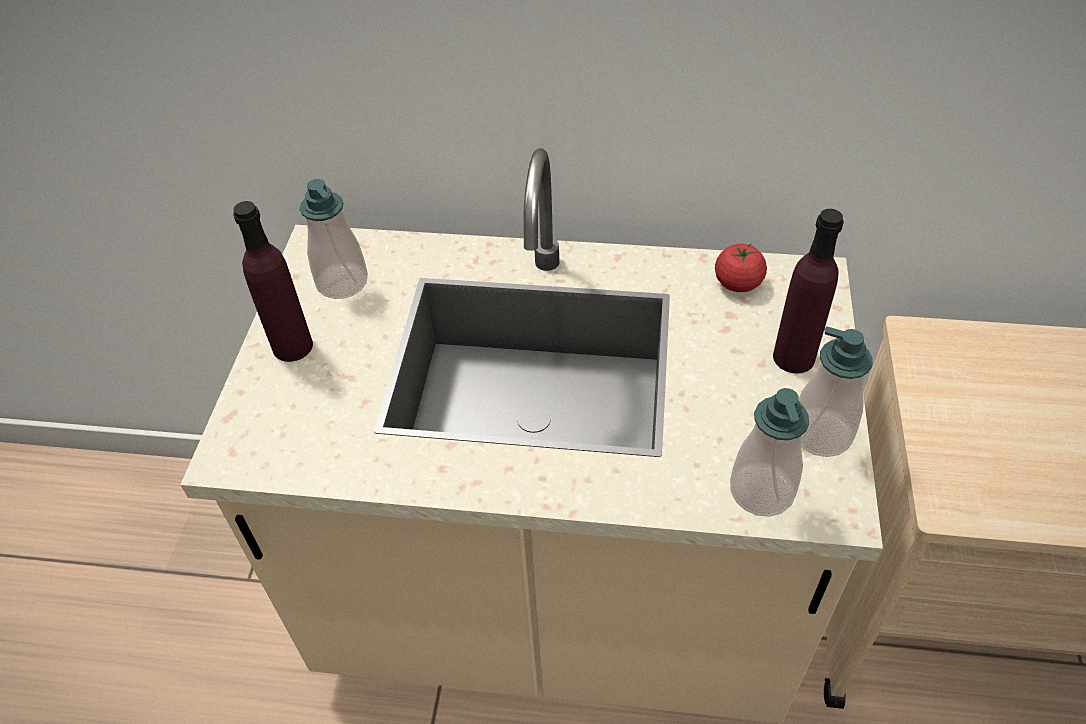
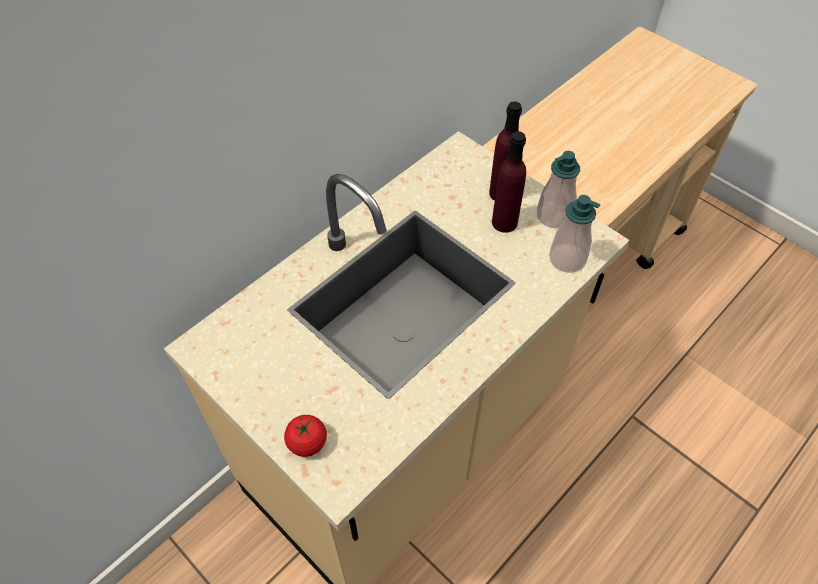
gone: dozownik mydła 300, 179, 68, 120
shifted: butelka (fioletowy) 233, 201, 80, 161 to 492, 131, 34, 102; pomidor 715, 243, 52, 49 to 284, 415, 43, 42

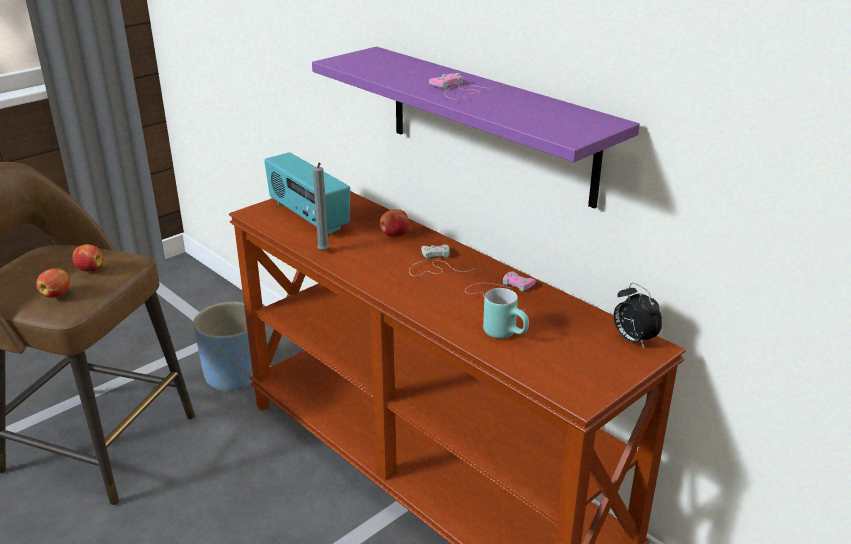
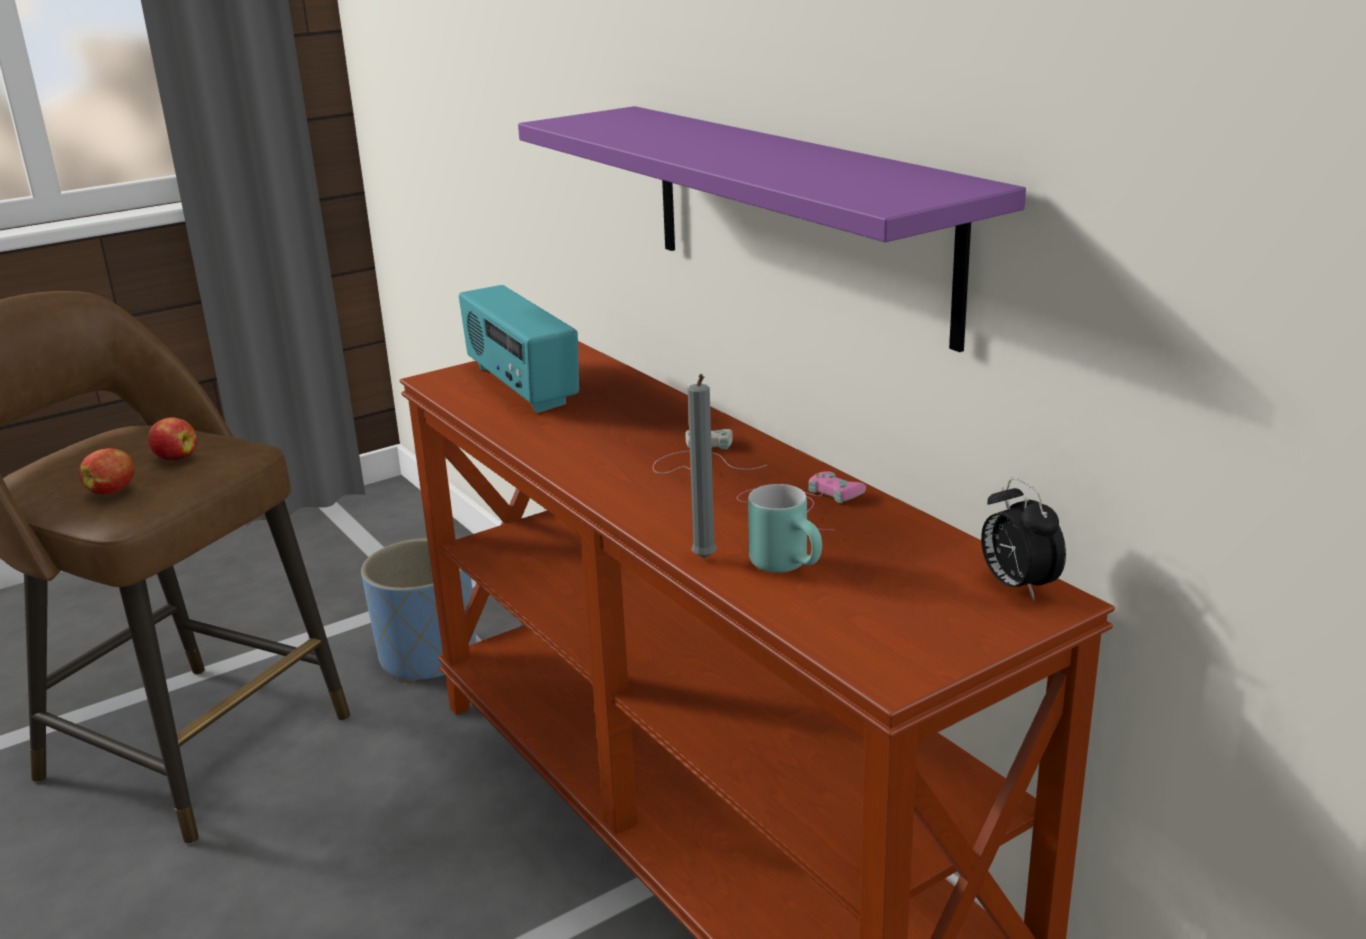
gone: jabłko 380, 209, 30, 28; pad do gier (różowy) 429, 73, 75, 27
shifted: świeca (szary) 313, 162, 16, 89 to 688, 374, 29, 185

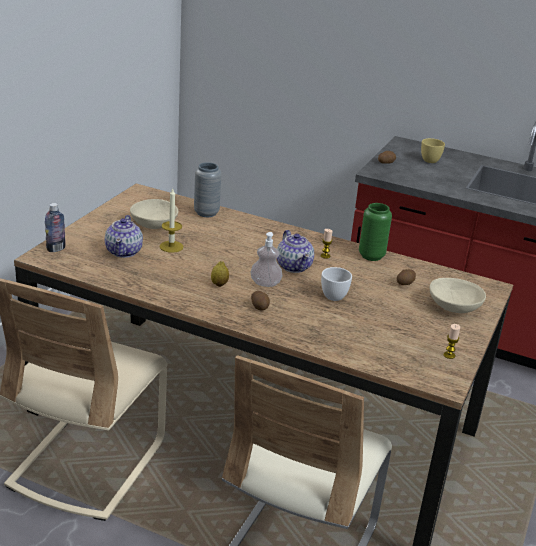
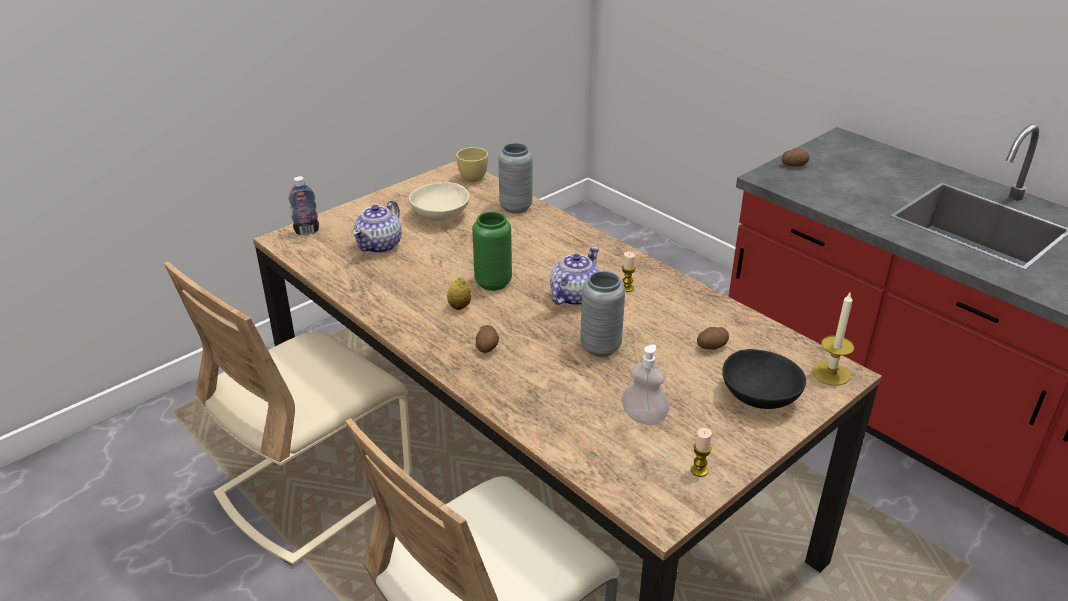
shifted: świeca 160, 189, 23, 64 to 812, 293, 42, 93; dozownik mydła 251, 232, 31, 55 to 621, 344, 48, 81; wazon (zielony) 359, 203, 33, 58 to 472, 212, 40, 79; filiżanka (żółty) 421, 138, 24, 25 to 456, 147, 32, 35
swapped: filiżanka (biały) 321, 267, 31, 34 to wazon (szary) 580, 271, 45, 86
repainted: miska (beżowy) 430, 278, 56, 35 to miska (czarny) 722, 349, 84, 60
rotated: imbryk 277, 230, 37, 43 = 550, 247, 49, 59 150 degrees counterclockwise

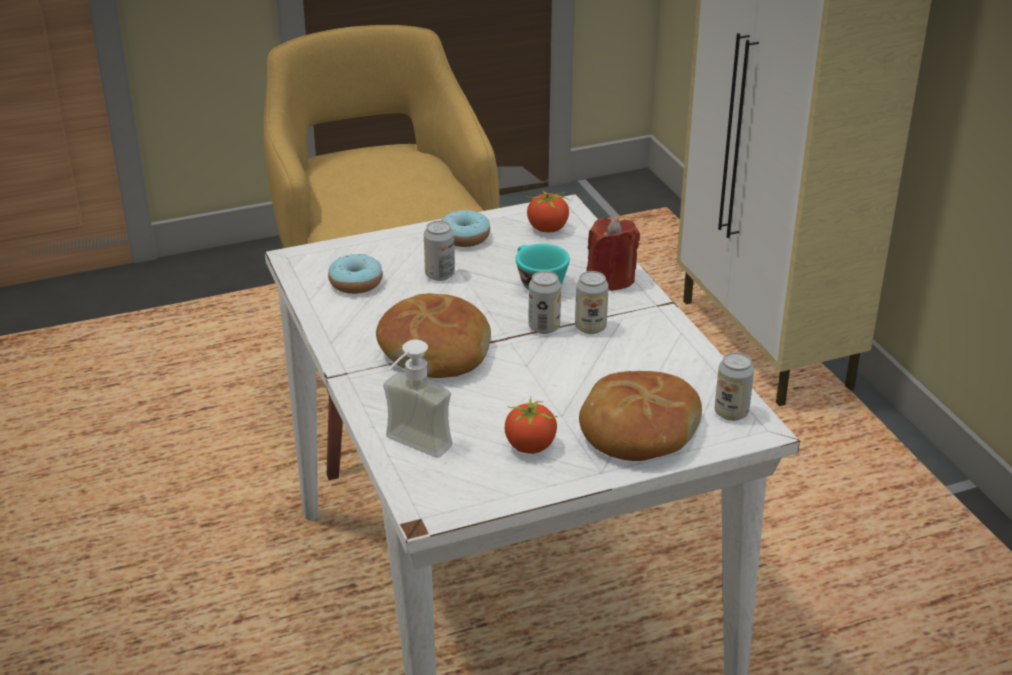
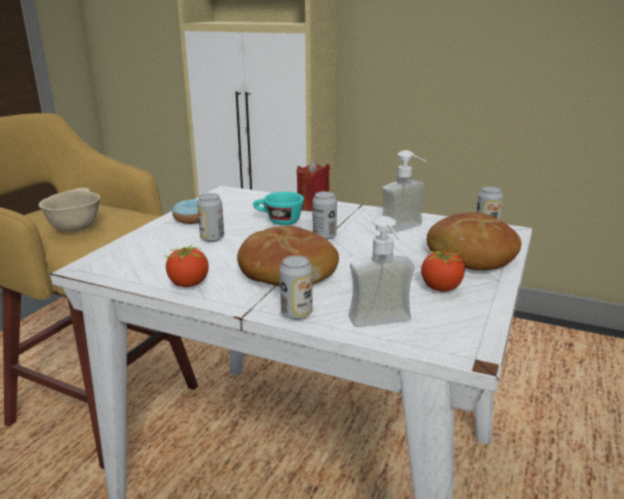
gone: donut 328, 254, 55, 40
new: miska (beżowy) 39, 188, 61, 44; dozownik mydła 382, 150, 45, 83
shifted: pomidor 525, 190, 45, 42 to 164, 245, 45, 42; puszka 575, 271, 34, 63 to 280, 255, 32, 65

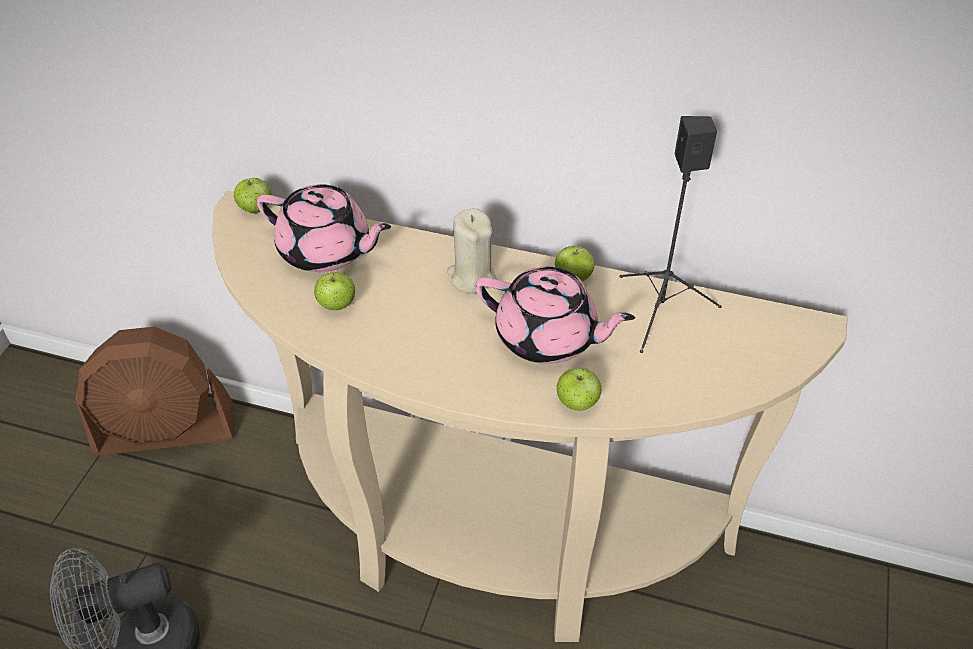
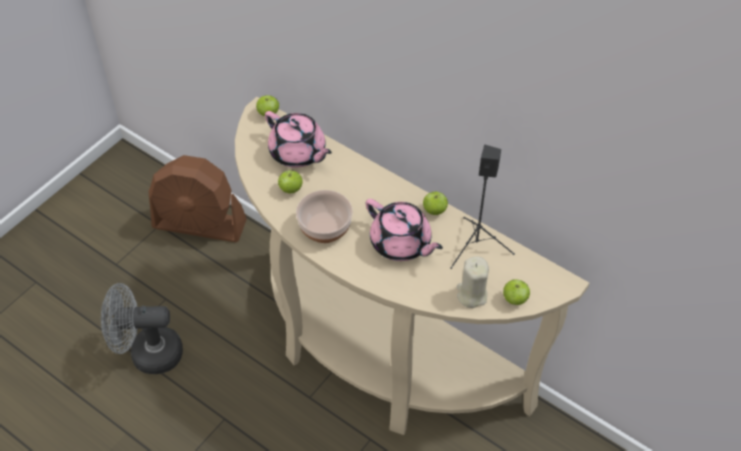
new: miska 296, 190, 57, 53
shifted: świeca (beżowy) 447, 208, 49, 86 to 457, 256, 32, 52; jabłko 557, 368, 44, 43 to 503, 280, 27, 25

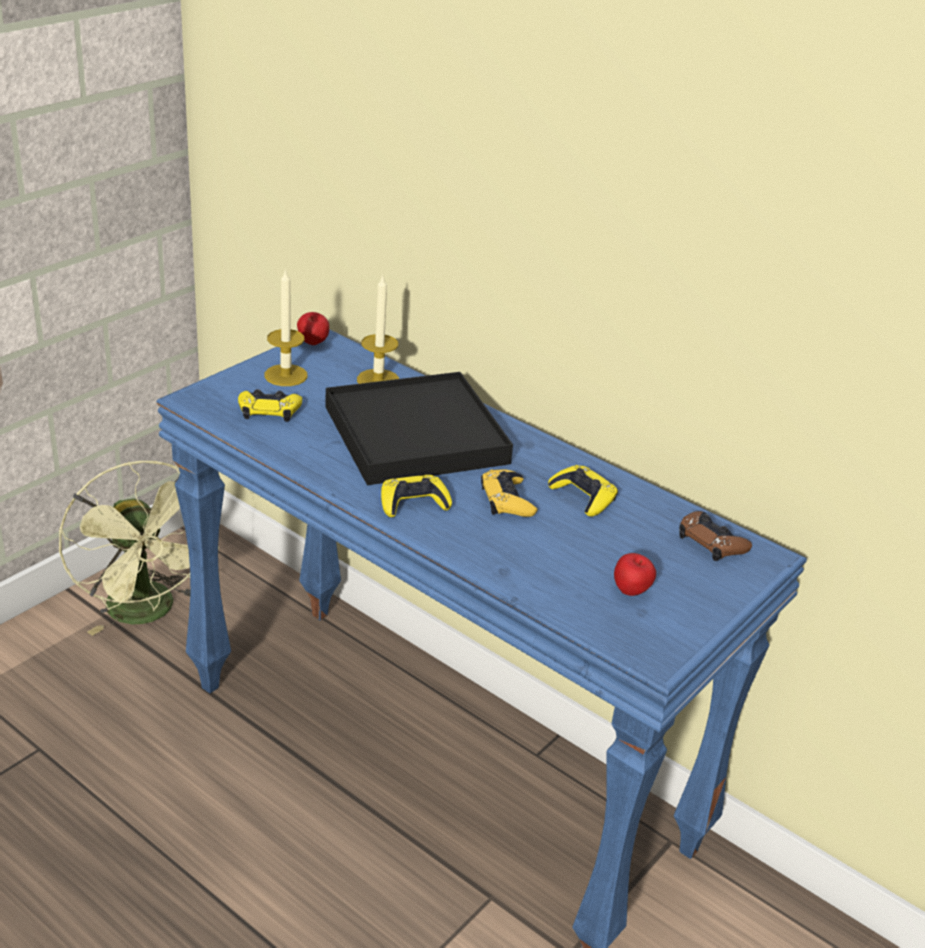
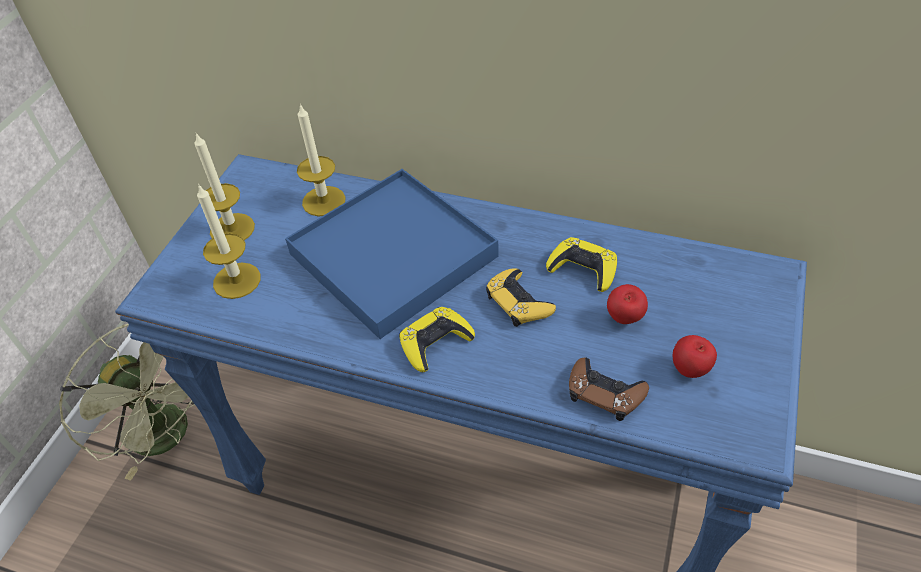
shifted: jabłko 297, 312, 32, 33 to 607, 284, 41, 40; pad do gier (brązowy) 679, 511, 73, 50 to 569, 357, 80, 64
swapped: pad do gier (żółty) 238, 389, 64, 33 to świeca 197, 184, 64, 115
repainted: taca (czarny) 325, 372, 188, 113 to taca (niebieski) 285, 169, 214, 170

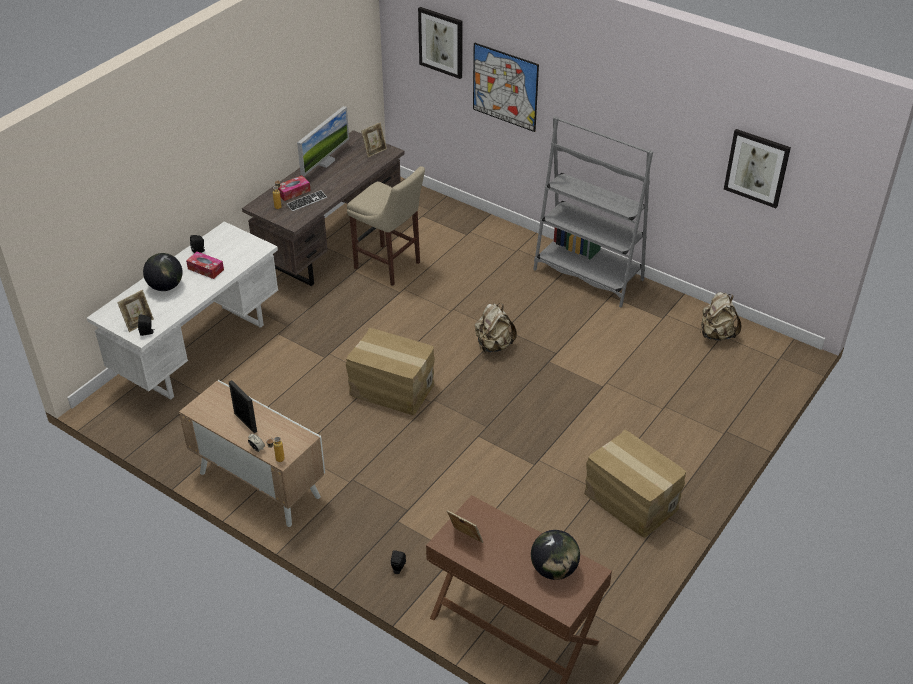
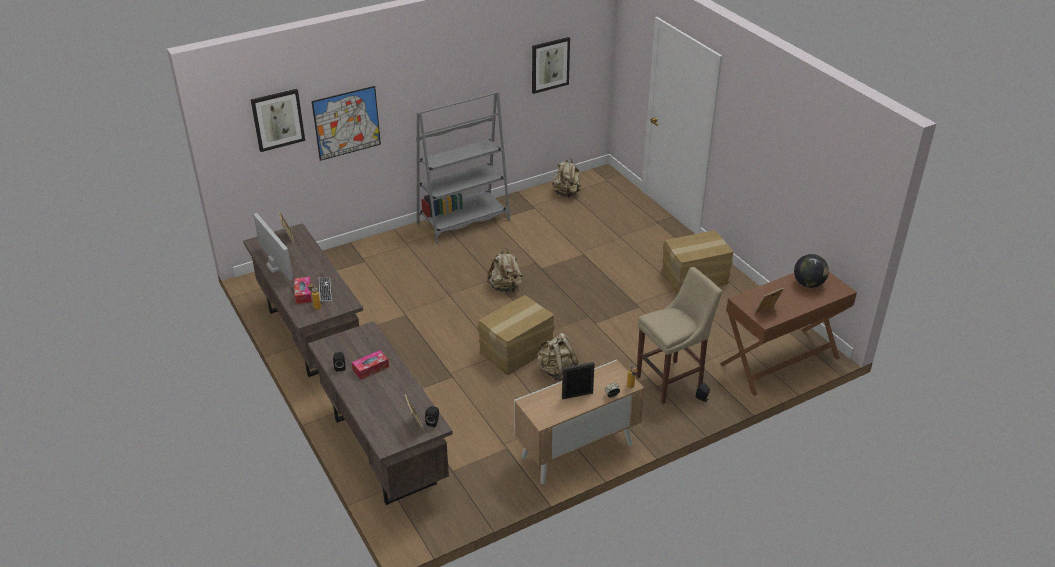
gone: globus 143, 253, 40, 38
new: plecak (beżowy) 536, 333, 43, 48
shifted: stołek (beżowy) 347, 166, 78, 120 to 636, 267, 86, 137
repainted: biurko (biały) 87, 221, 191, 179 to biurko (brązowy) 308, 321, 145, 184

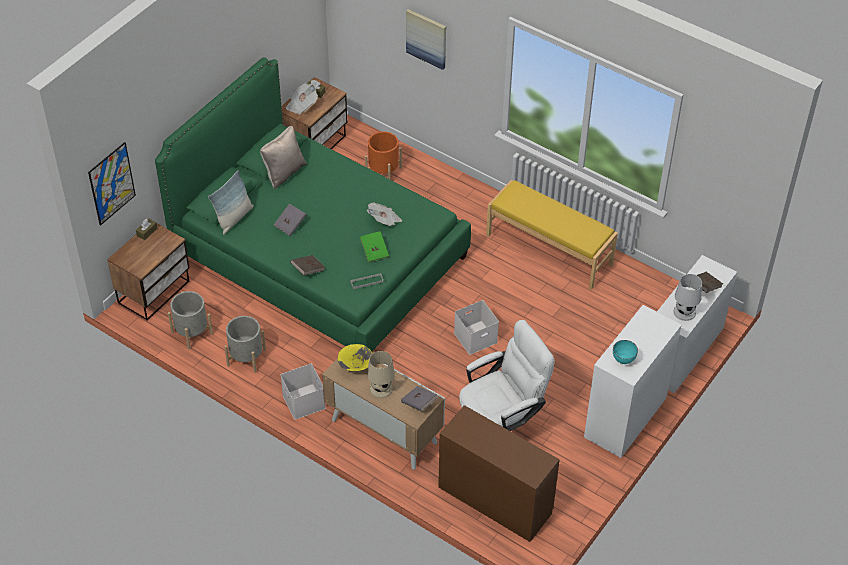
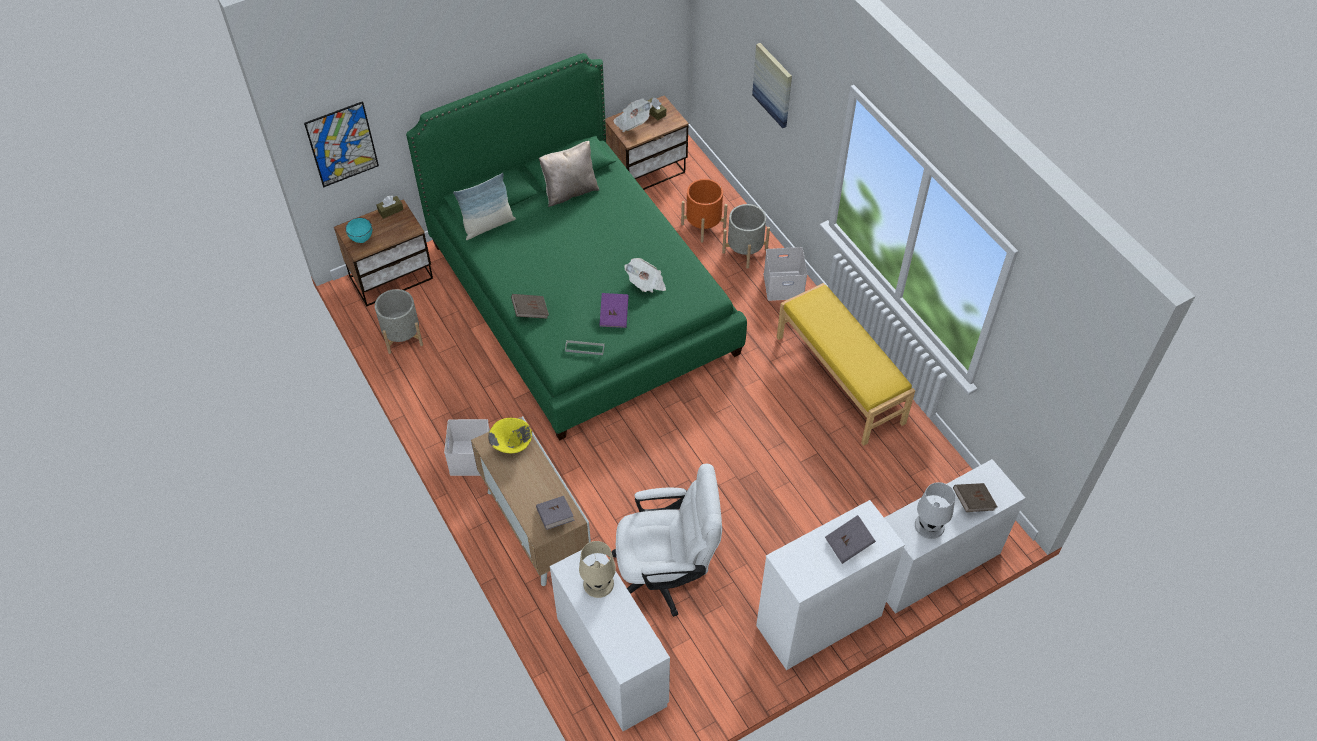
shifted: donica (szary) 224, 316, 42, 57 to 722, 204, 48, 65; książka (szary) 274, 203, 32, 33 to 825, 515, 51, 49; lampa stołowa (beżowy) 367, 351, 28, 47 to 579, 541, 37, 57; pojemnik do przechowywania (biały) 454, 300, 45, 55 to 764, 247, 43, 54; miska (turkusowy) 613, 340, 25, 24 to 345, 218, 27, 25
repainted: książka (zielony) 360, 231, 29, 32 to książka (fioletowy) 600, 293, 29, 35; biurko (brązowy) 438, 405, 122, 137 to biurko (biały) 550, 550, 120, 181

